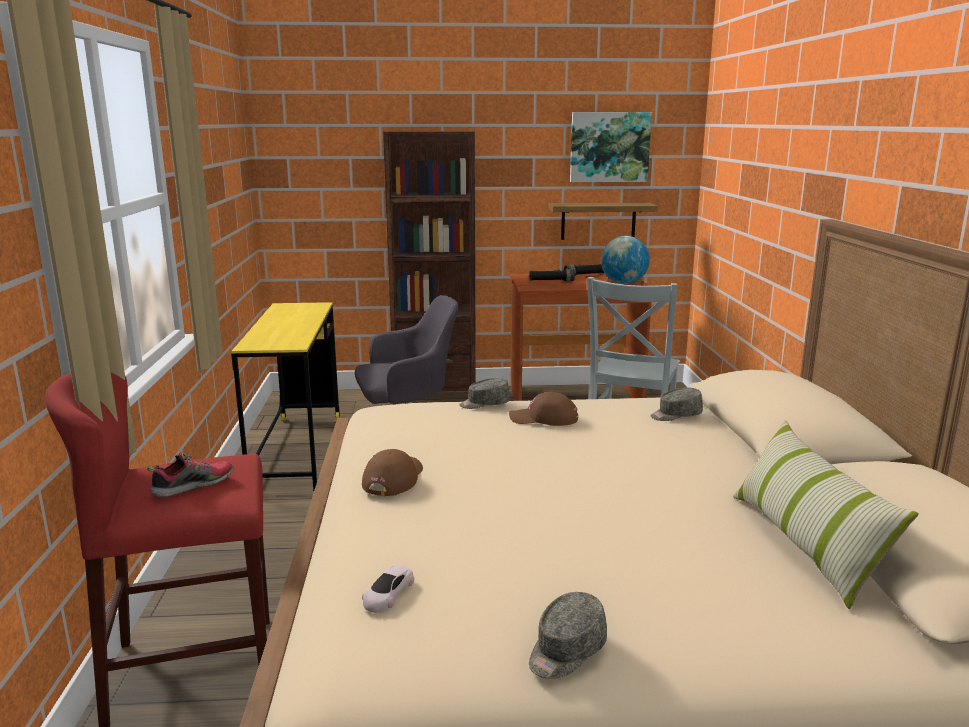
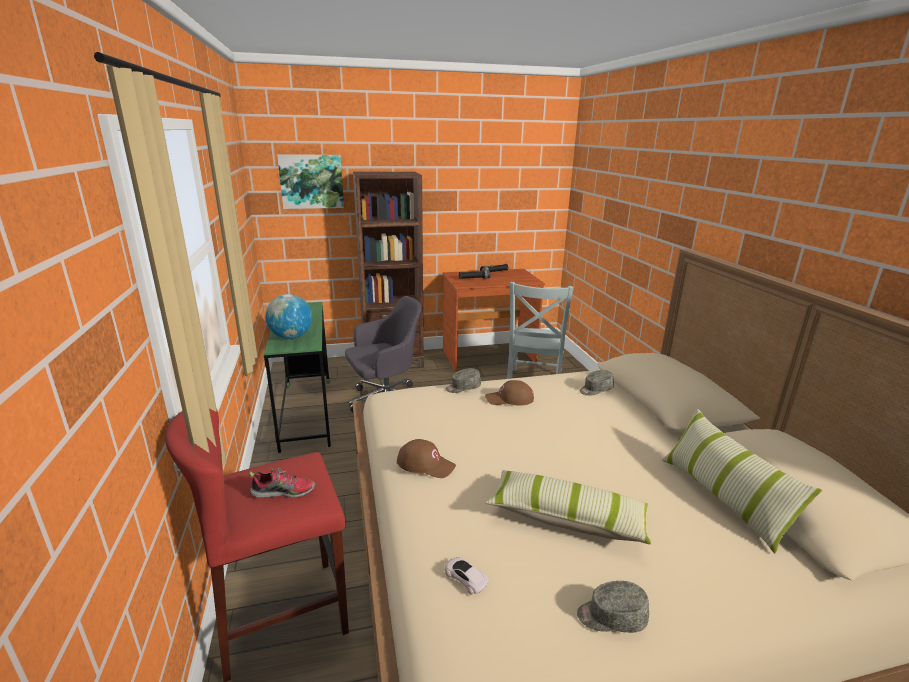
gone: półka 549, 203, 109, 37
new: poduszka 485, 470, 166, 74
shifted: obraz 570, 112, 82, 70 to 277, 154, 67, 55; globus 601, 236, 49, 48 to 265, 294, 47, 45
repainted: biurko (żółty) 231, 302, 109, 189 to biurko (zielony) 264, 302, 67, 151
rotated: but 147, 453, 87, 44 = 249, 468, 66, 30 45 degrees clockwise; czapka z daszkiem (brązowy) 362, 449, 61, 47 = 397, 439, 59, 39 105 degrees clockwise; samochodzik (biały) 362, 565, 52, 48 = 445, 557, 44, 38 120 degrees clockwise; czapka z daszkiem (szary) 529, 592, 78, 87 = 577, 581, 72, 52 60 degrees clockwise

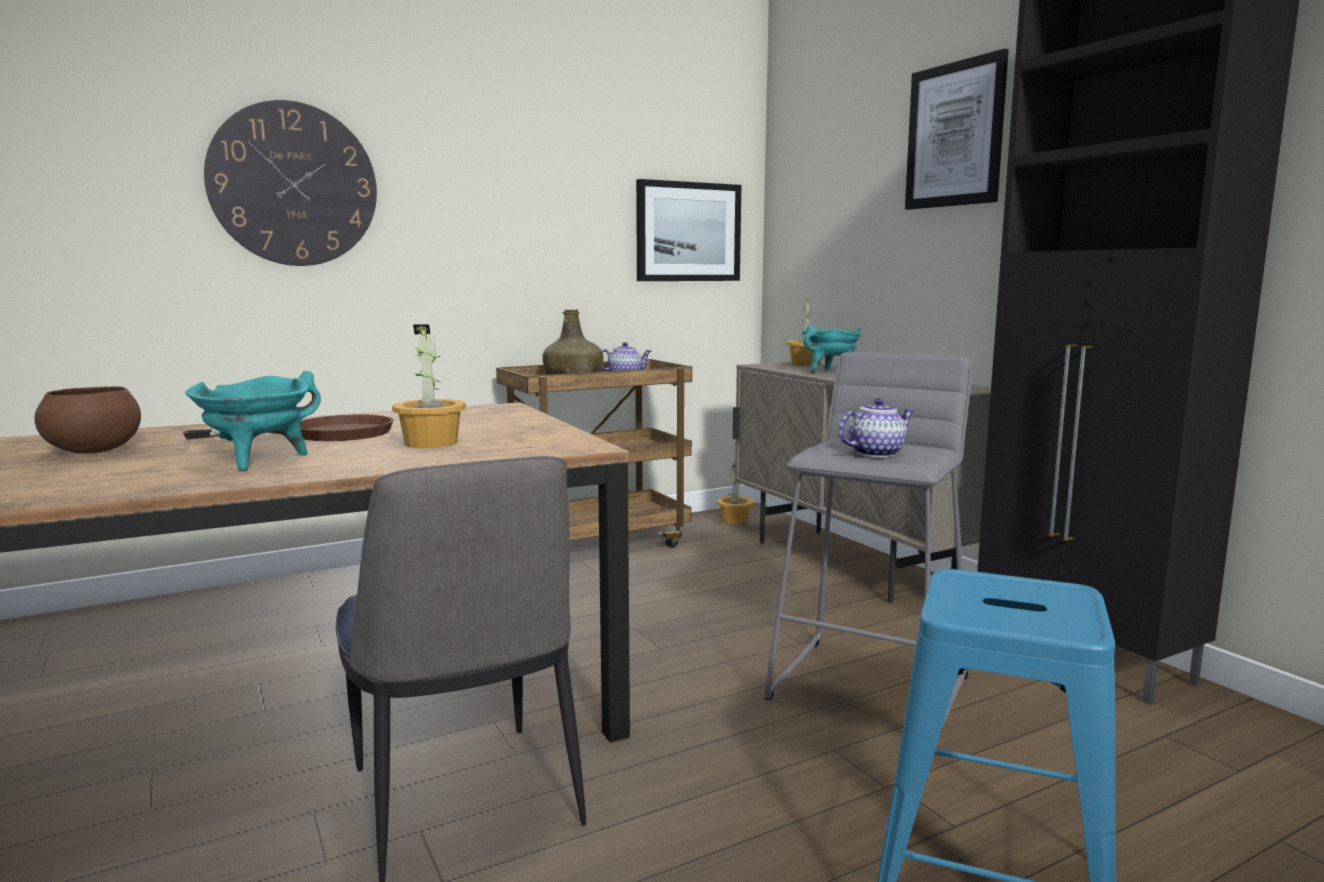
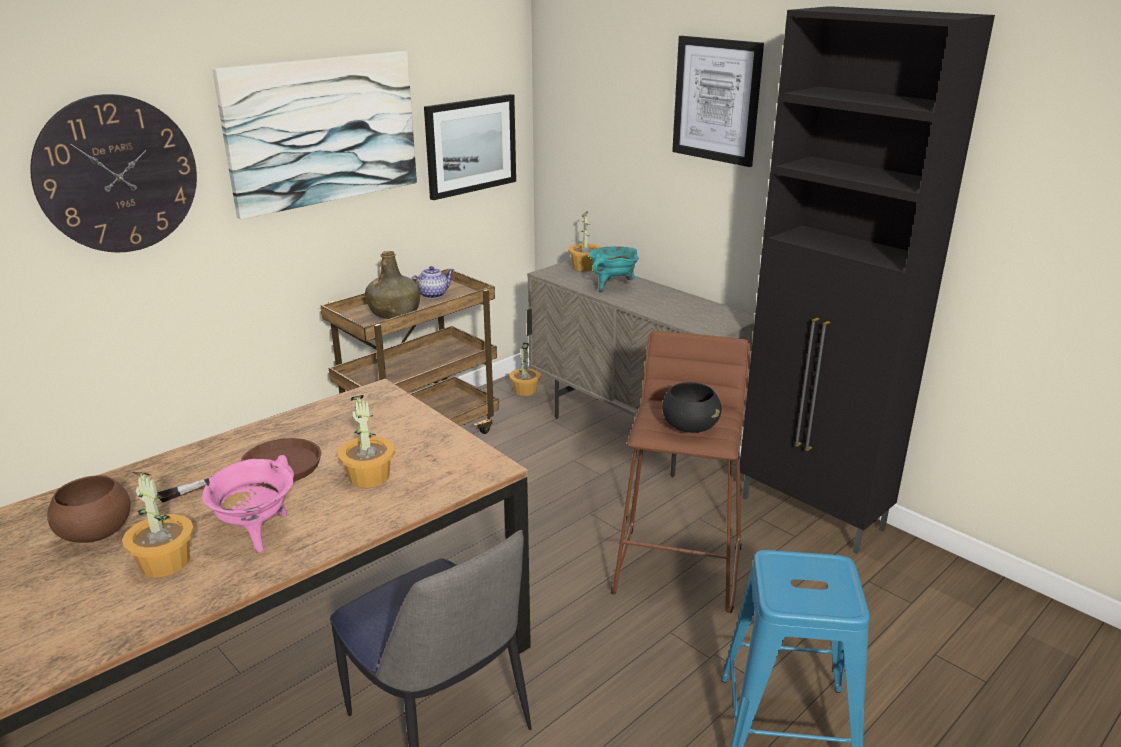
new: roślina doniczkowa 122, 472, 72, 106; obraz 212, 51, 205, 168
swapped: imbryk 839, 398, 75, 59 to miska (czarny) 662, 382, 59, 51
repainted: garnek (turkusowy) 185, 371, 136, 100 to garnek (różowy) 202, 455, 92, 98; stołek (szary) 765, 352, 207, 375 to stołek (brązowy) 611, 331, 139, 282

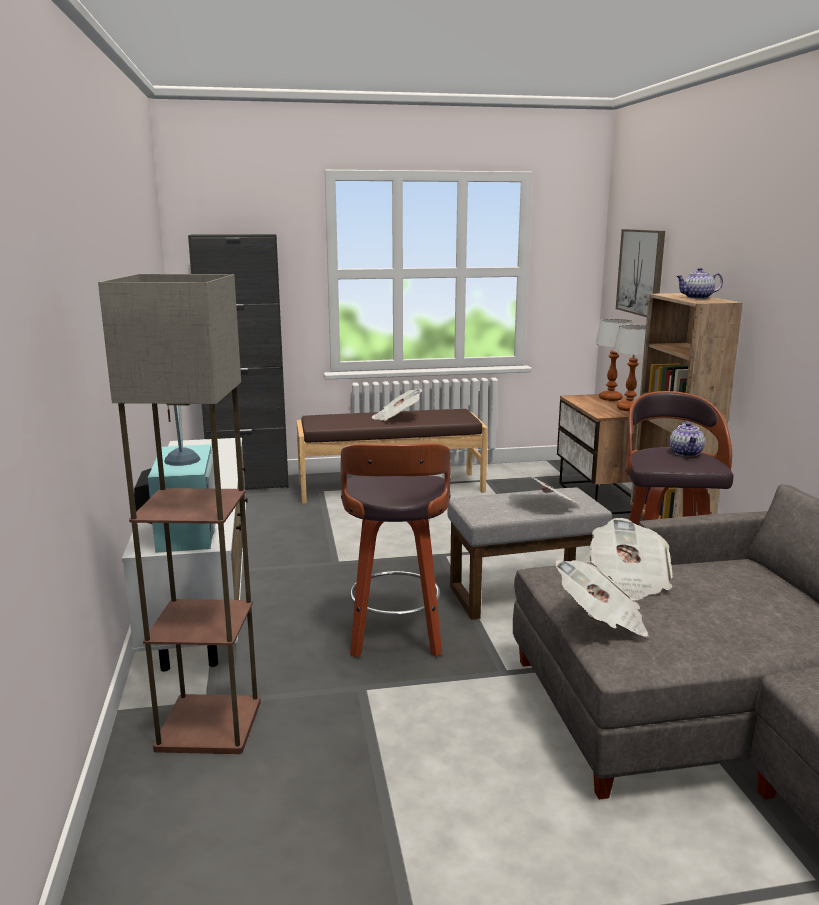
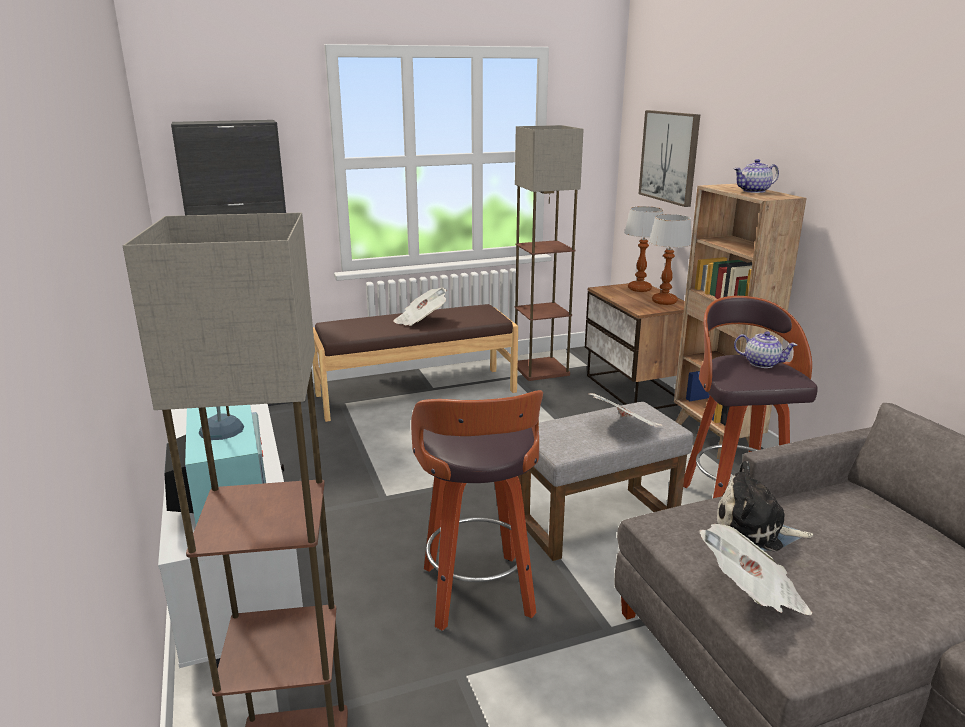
new: lampa stojąca 514, 125, 70, 256
swapped: gazeta 589, 518, 84, 82 to pluszak 717, 461, 96, 90
rotated: imbryk 670, 422, 35, 35 = 734, 331, 63, 37 60 degrees counterclockwise

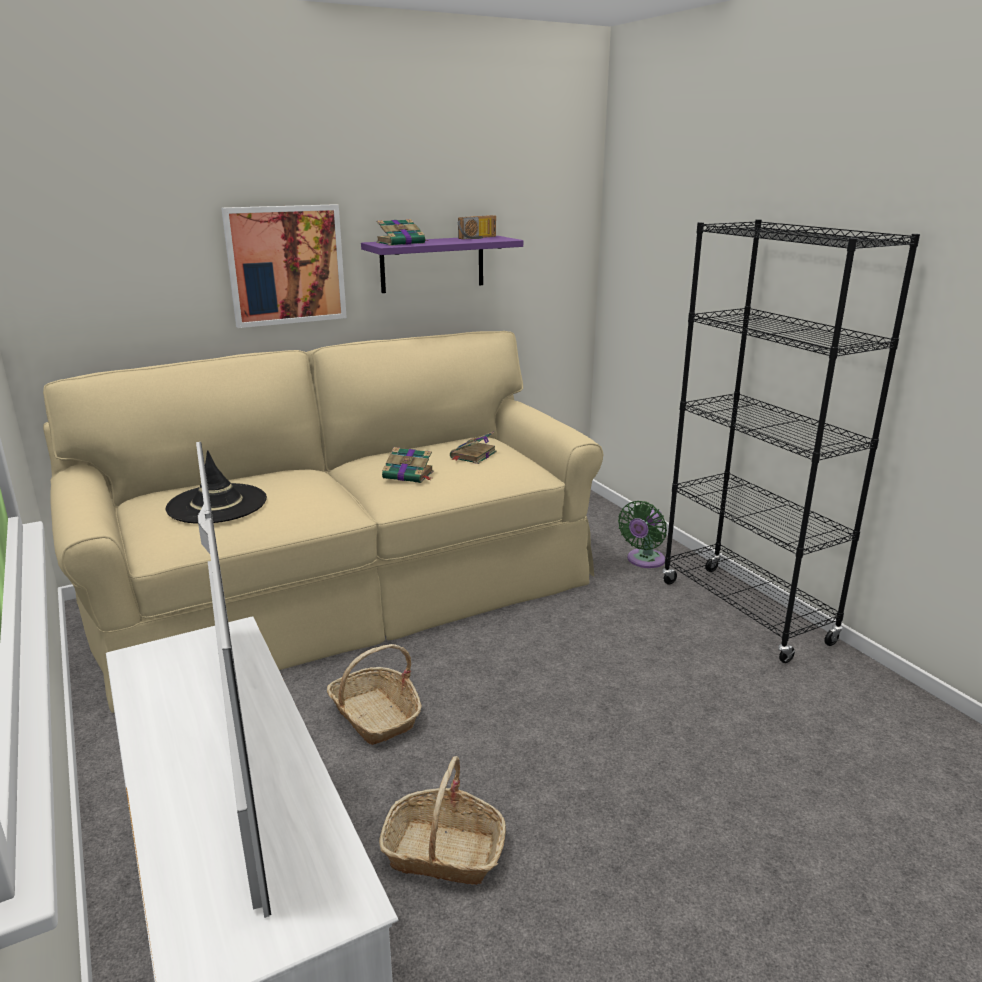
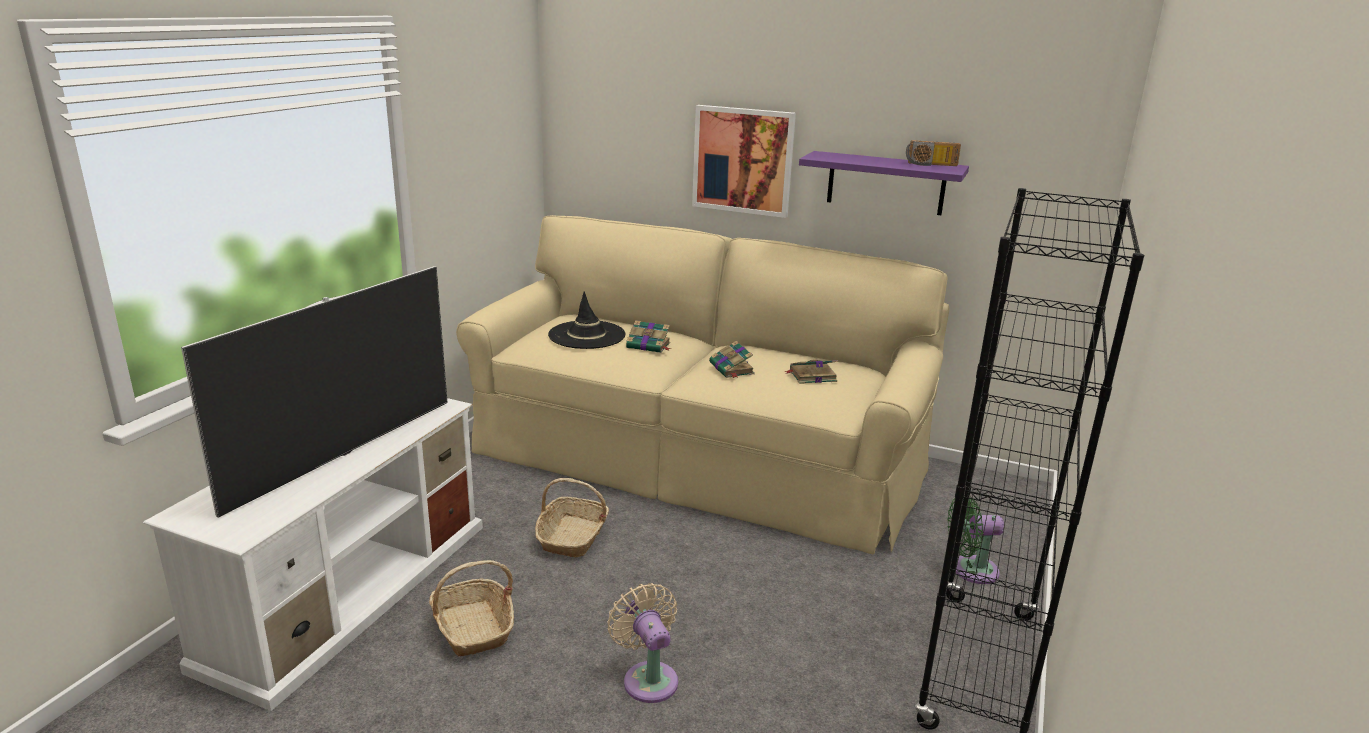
new: wentylator (beżowy) 607, 583, 71, 120
shifted: książka 376, 219, 49, 27 to 626, 320, 45, 33

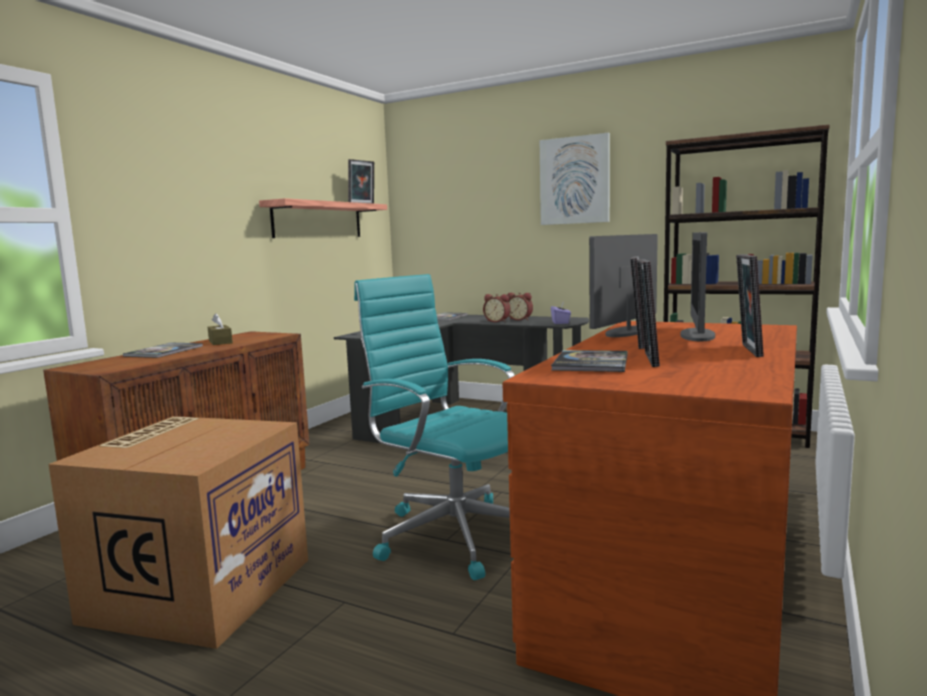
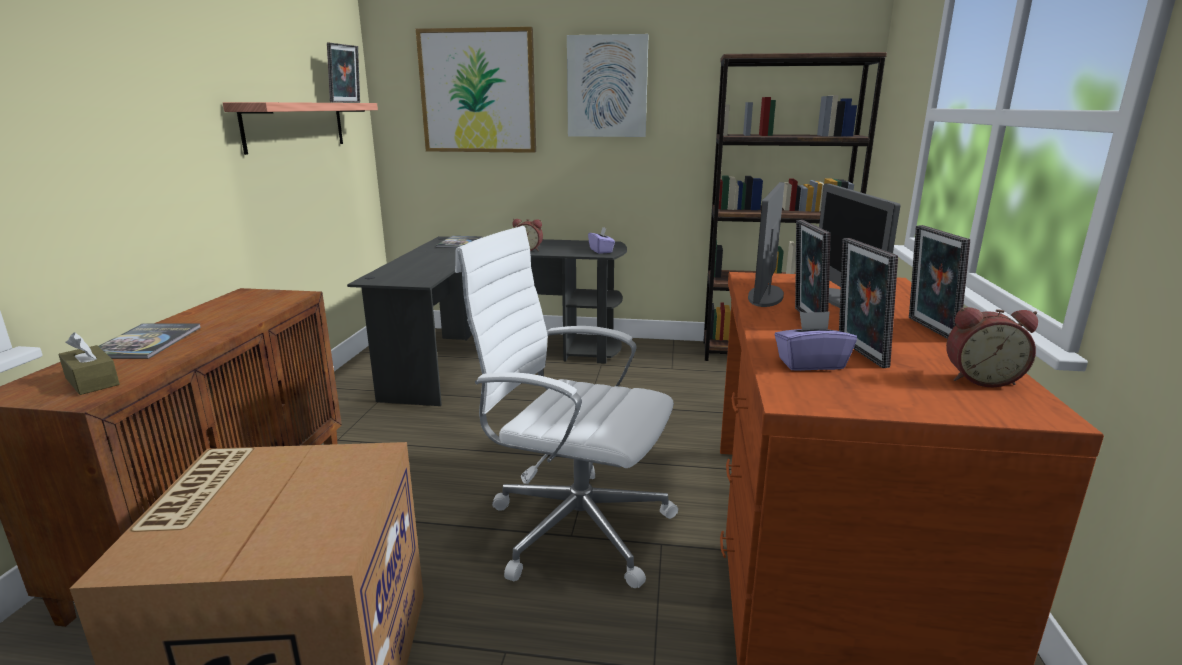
new: obraz 416, 27, 120, 126
shifted: pudełko chusteczek (brązowy) 208, 313, 25, 32 to 58, 333, 62, 62; budzik 508, 293, 25, 27 to 946, 307, 92, 80
swapped: książka 551, 350, 76, 22 to pudełko chusteczek (fioletowy) 775, 311, 82, 60
repainted: krzesło biurowe (turkusowy) 354, 274, 160, 306 to krzesło biurowe (biały) 455, 226, 223, 362

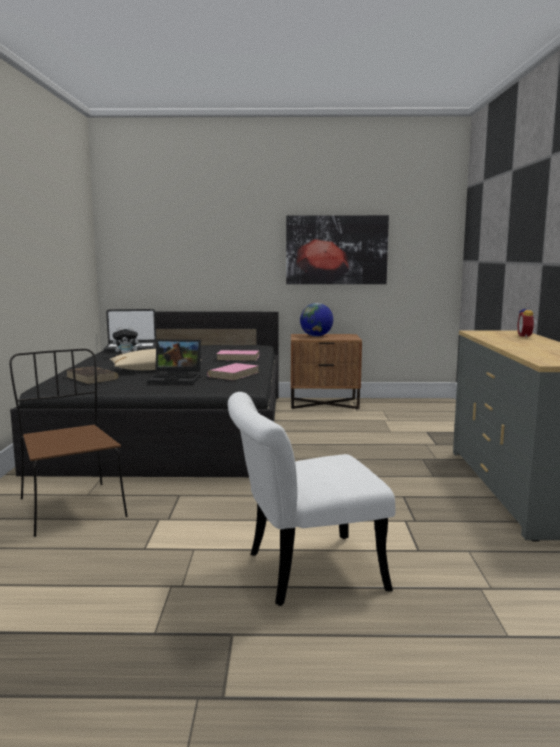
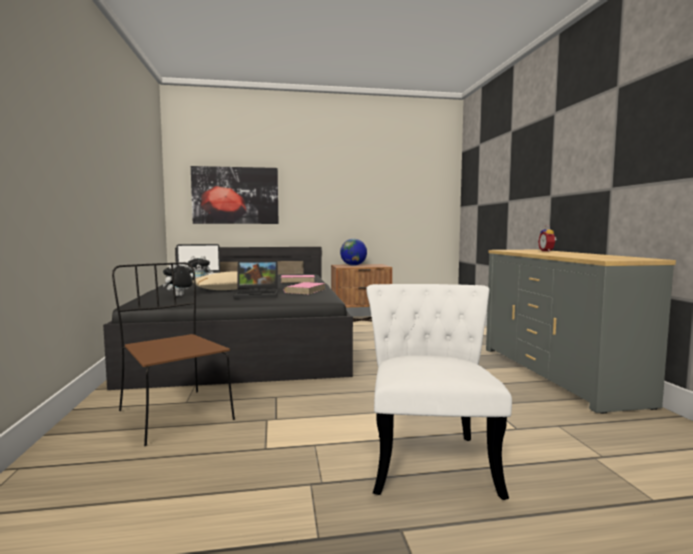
shifted: obraz 286, 215, 103, 69 to 191, 166, 88, 58
swapped: książka (brązowy) 67, 366, 52, 18 to pluszak 163, 262, 30, 34
rotated: krzesło (biały) 228, 392, 167, 214 = 366, 284, 146, 216 120 degrees clockwise

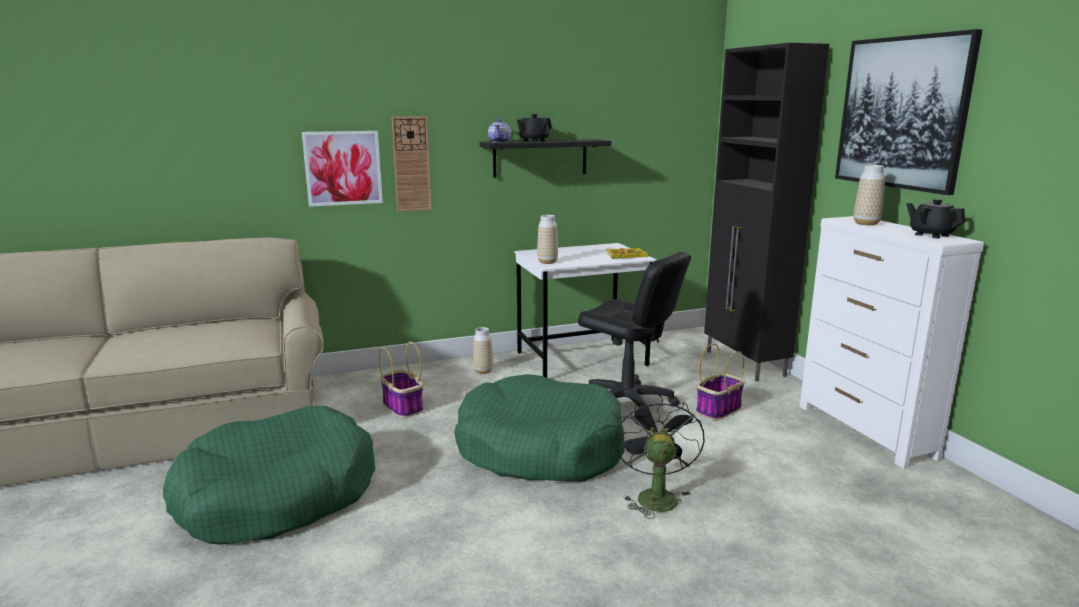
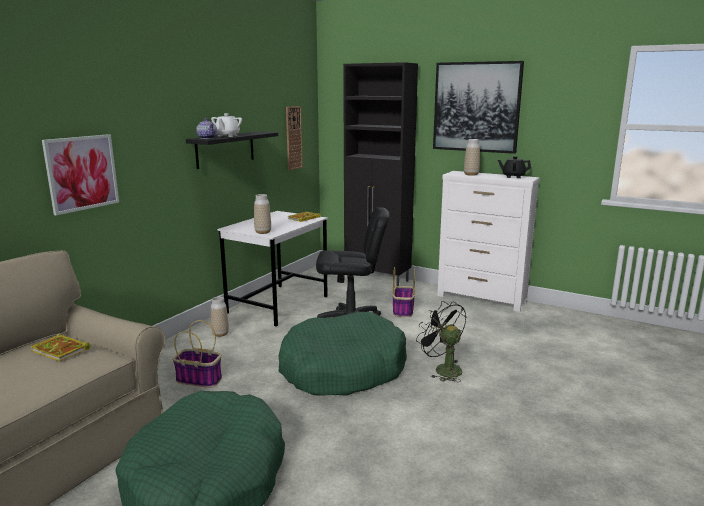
new: książka 31, 334, 60, 27
shifted: zegar ścienny 392, 116, 40, 96 to 286, 106, 17, 64
repainted: imbryk (czarny) 517, 114, 35, 28 to imbryk (biały) 211, 113, 31, 24

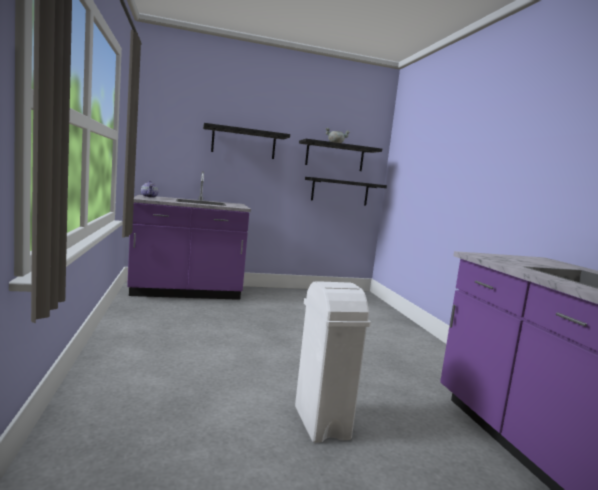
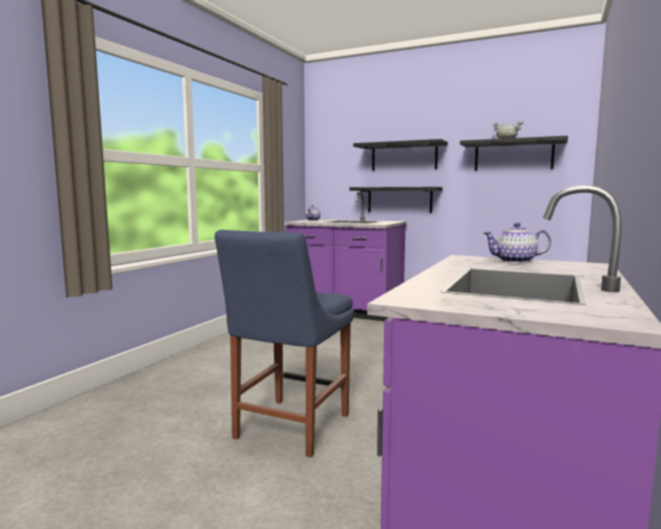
new: imbryk 484, 223, 67, 40
shifted: półka (czarny) 305, 177, 82, 29 to 350, 187, 93, 26
swapped: kosz na śmieci (biały) 295, 281, 76, 162 to krzesło (niebieski) 215, 230, 139, 227

